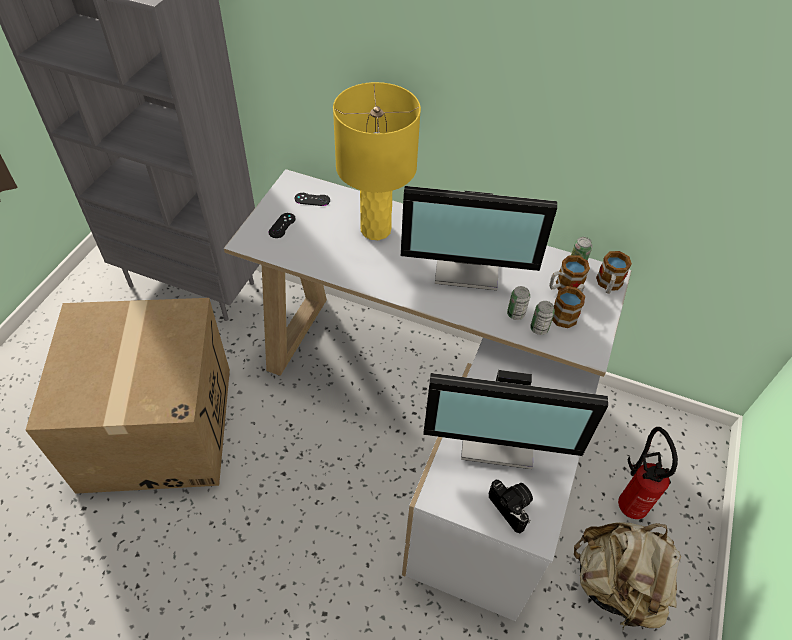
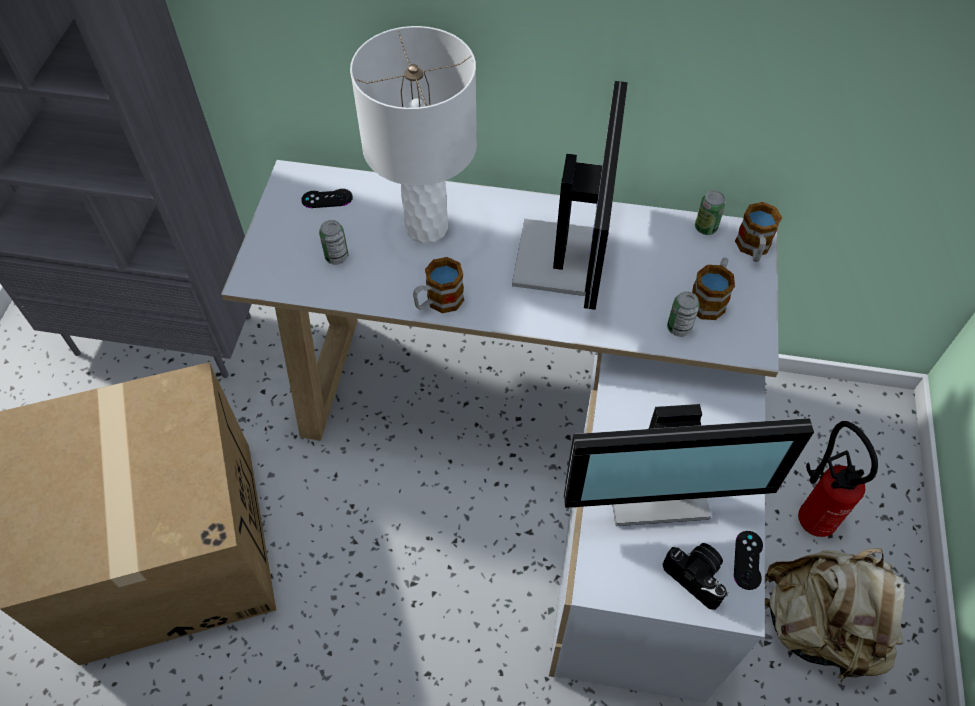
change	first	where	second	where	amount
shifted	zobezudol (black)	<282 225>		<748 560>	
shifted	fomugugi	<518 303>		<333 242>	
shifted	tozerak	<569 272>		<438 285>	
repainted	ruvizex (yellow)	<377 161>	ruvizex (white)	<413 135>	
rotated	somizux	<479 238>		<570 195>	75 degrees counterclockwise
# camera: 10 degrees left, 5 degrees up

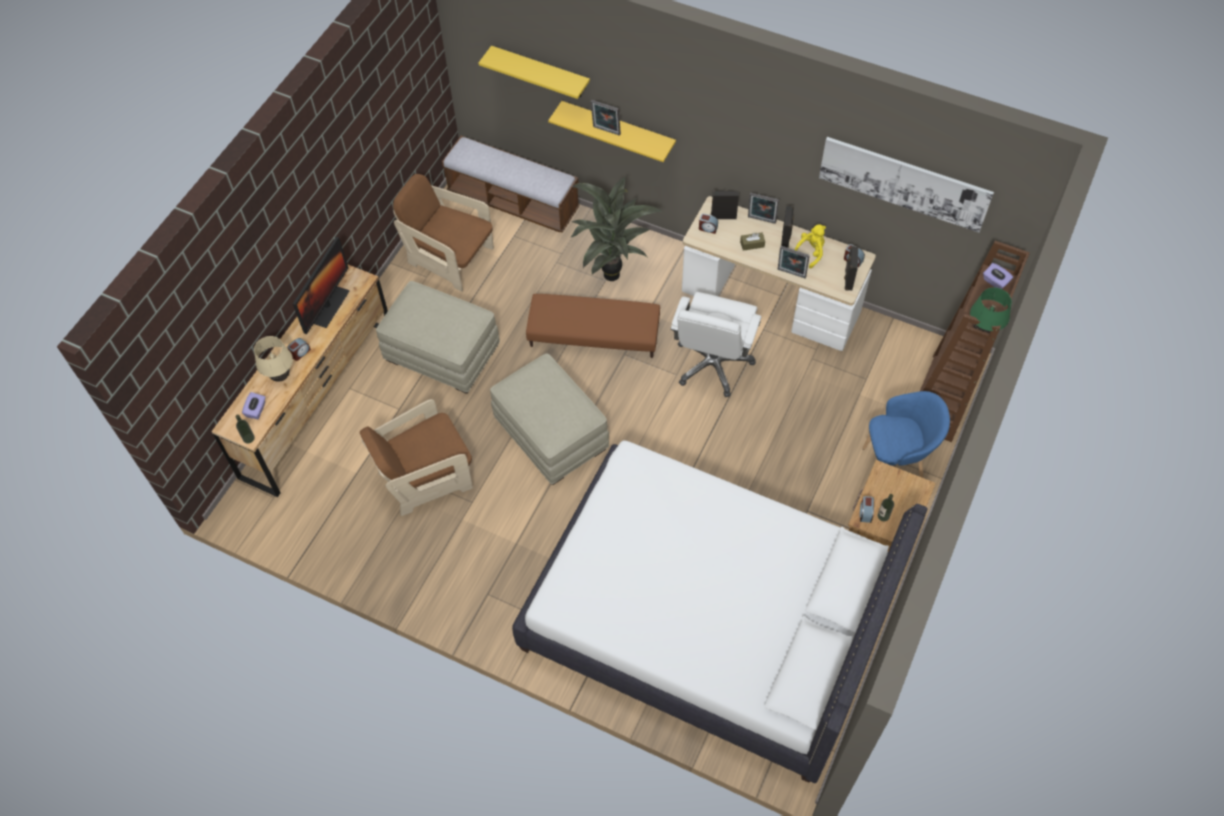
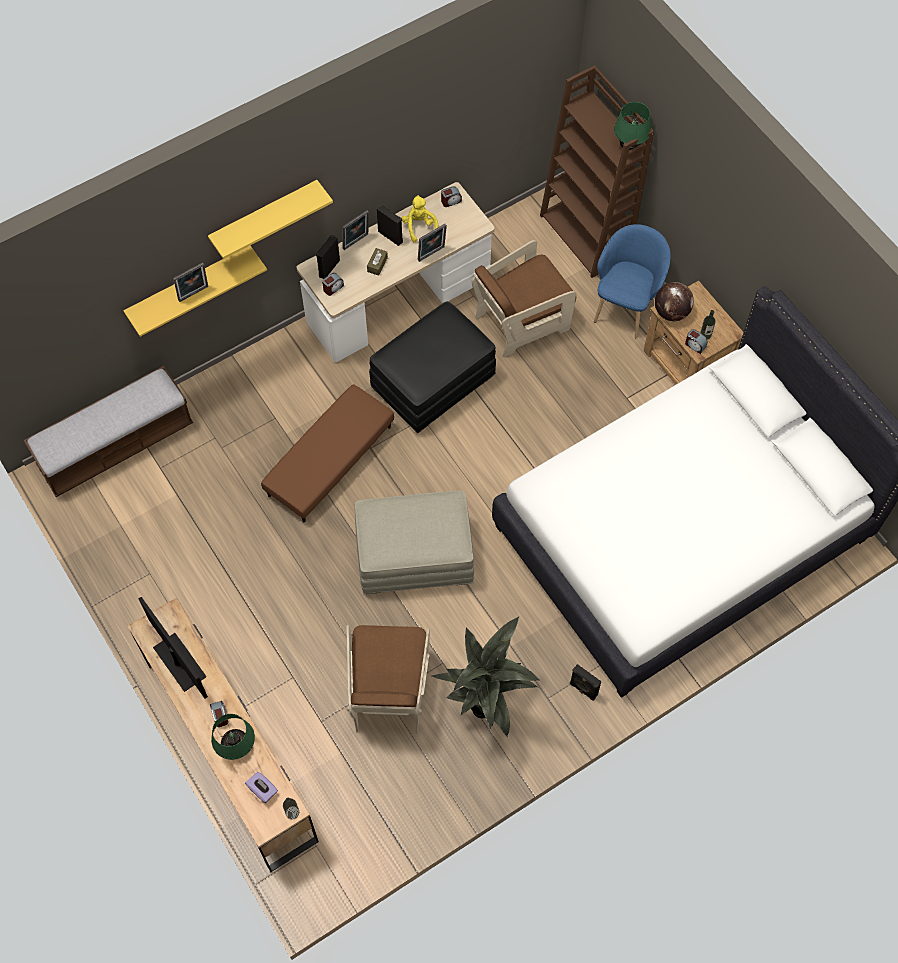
change	first	where	second	where	amount
gone	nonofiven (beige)	<438 337>			
gone	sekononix	<906 185>			
gone	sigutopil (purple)	<998 276>			
new			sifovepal	<674 301>	
shifted	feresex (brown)	<443 233>		<523 298>	
shifted	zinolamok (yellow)	<534 72>		<270 219>	
shifted	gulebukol	<617 228>		<485 676>	
shifted	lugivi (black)	<851 268>		<586 682>	
swapped	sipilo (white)	<716 344>	nonofiven (black)	<432 367>	
repainted	ruvizex (beige)	<273 359>	ruvizex (green)	<233 737>	
# camera: 60 degrees left, 5 degrees up

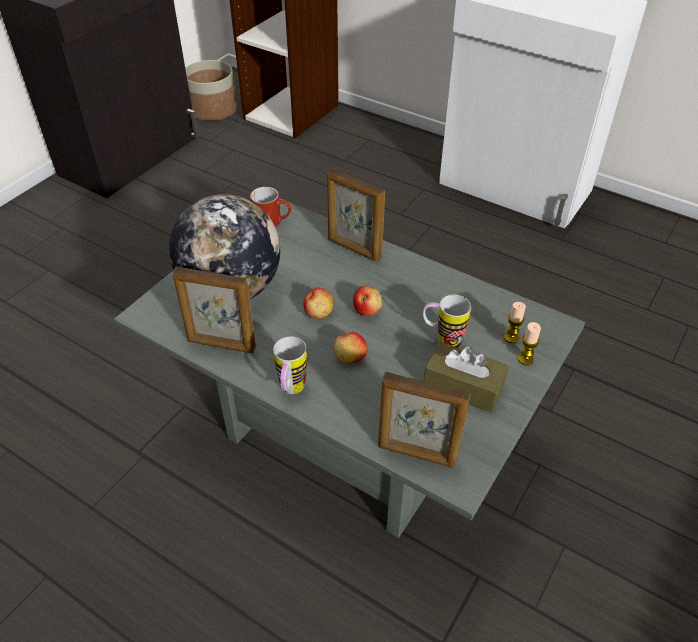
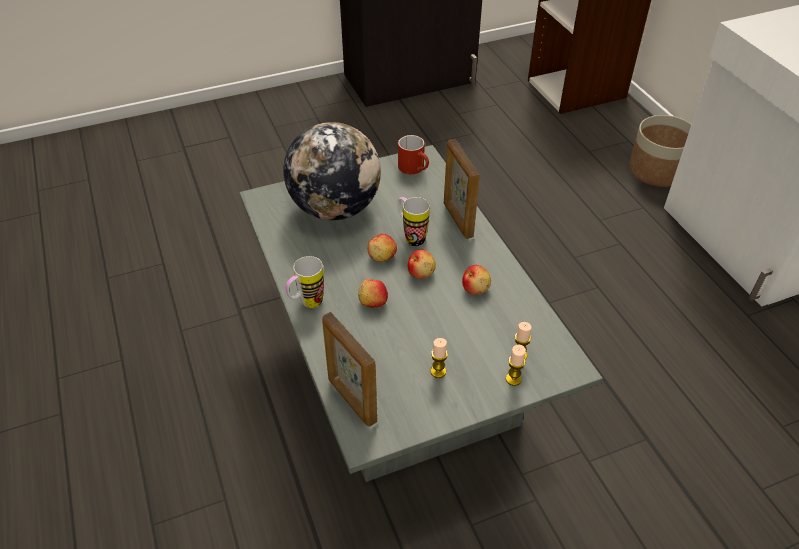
change	first	where	second	where	amount
gone	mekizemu	<214 309>			
new			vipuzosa	<476 280>	
shifted	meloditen	<211 90>		<660 151>	
shifted	tozerak	<447 321>		<413 221>	
swapped	sigutopil (brown)	<466 377>	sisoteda	<439 358>	
# camera: 35 degrees right, 0 degrees up

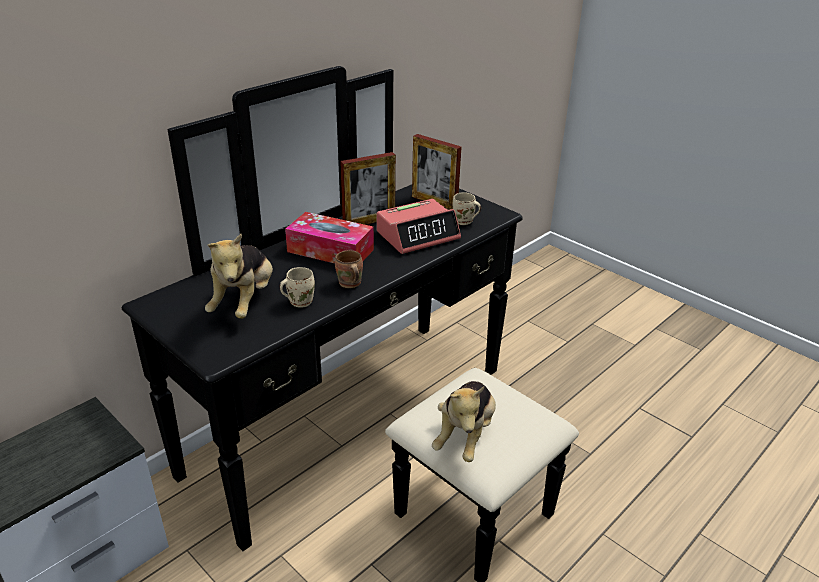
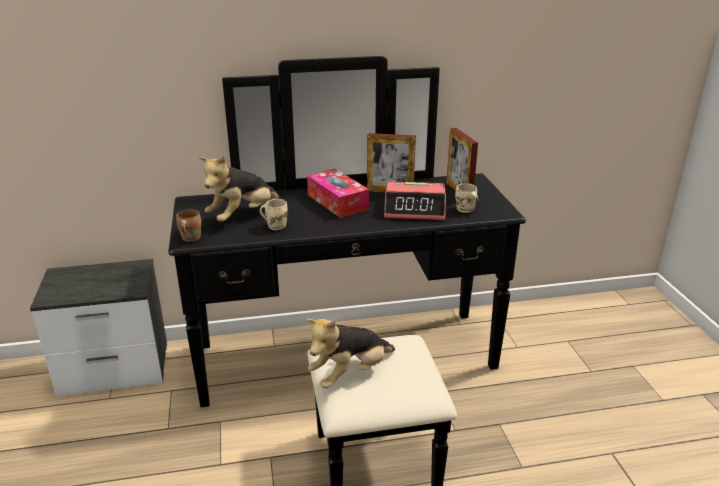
change	first	where	second	where	amount
shifted	tozerak (brown)	<349 269>		<188 225>	
# camera: 35 degrees right, 5 degrees down

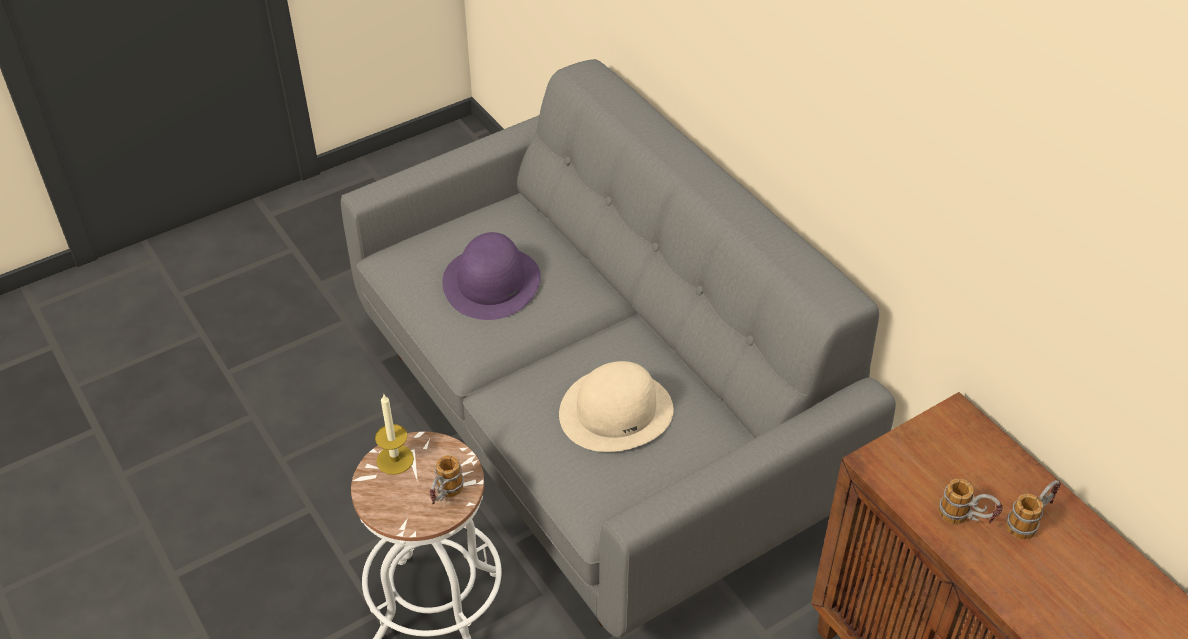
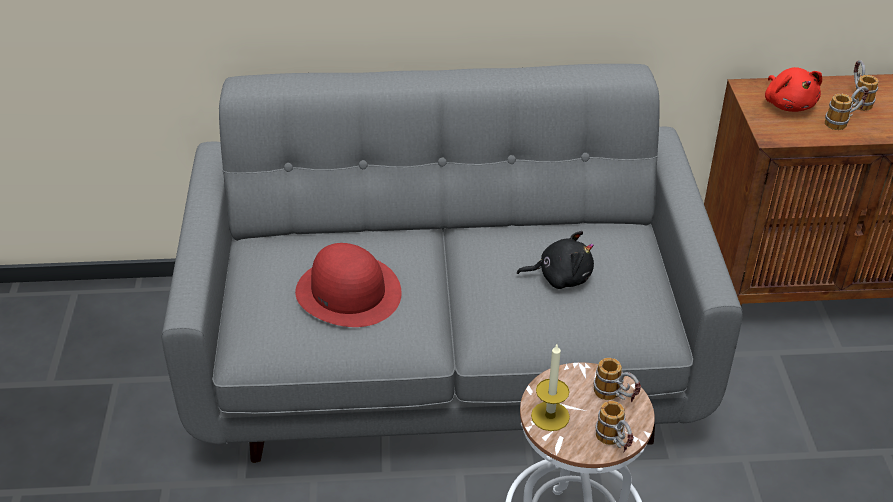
change	first	where	second	where	amount
new			tozerak	<614 427>	
new			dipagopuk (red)	<793 89>	
swapped	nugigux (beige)	<616 406>	dipagopuk (black)	<555 260>	
repainted	nugigux (purple)	<491 276>	nugigux (red)	<348 285>	
# camera: 60 degrees left, 5 degrees down

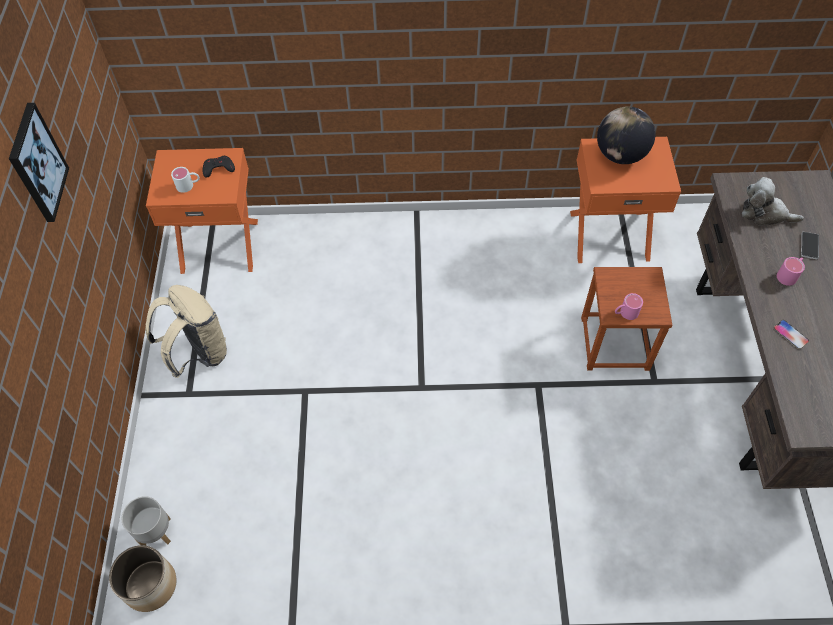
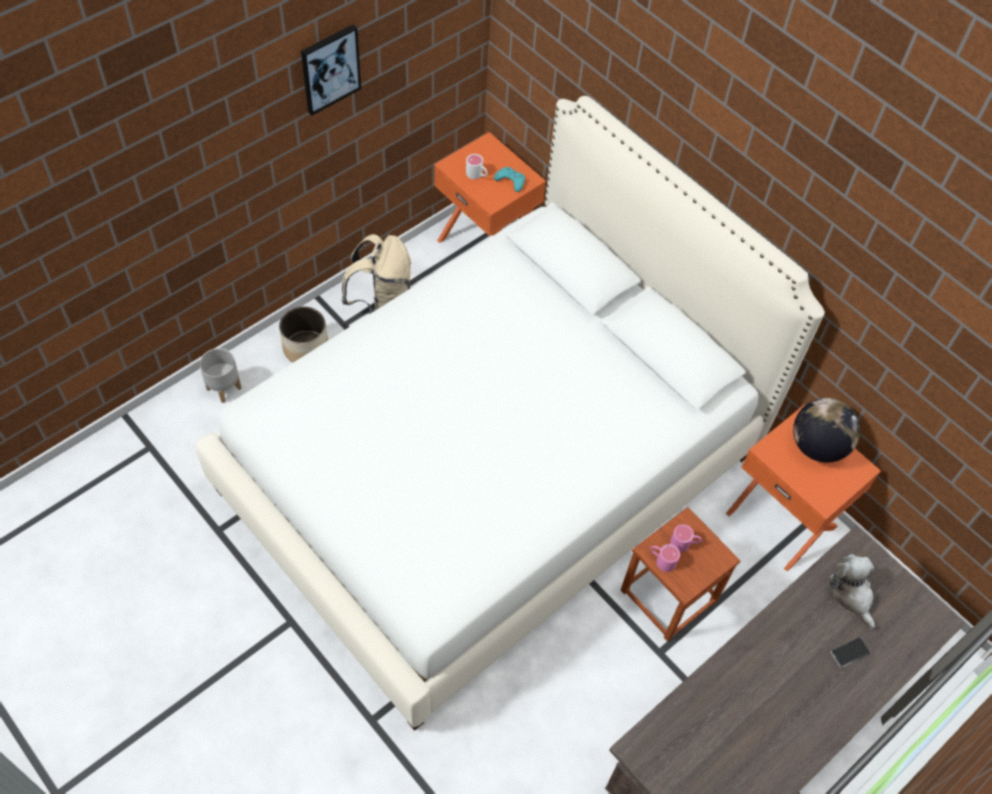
change	first	where	second	where	amount
gone	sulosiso	<791 334>			
new			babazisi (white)	<510 413>	
shifted	meloditen	<143 578>		<303 334>	
shifted	tozerak (pink)	<791 271>		<686 538>	
repainted	zobezudol (black)	<219 167>	zobezudol (turquoise)	<509 179>	
# camera: 45 degrees right, 0 degrees up

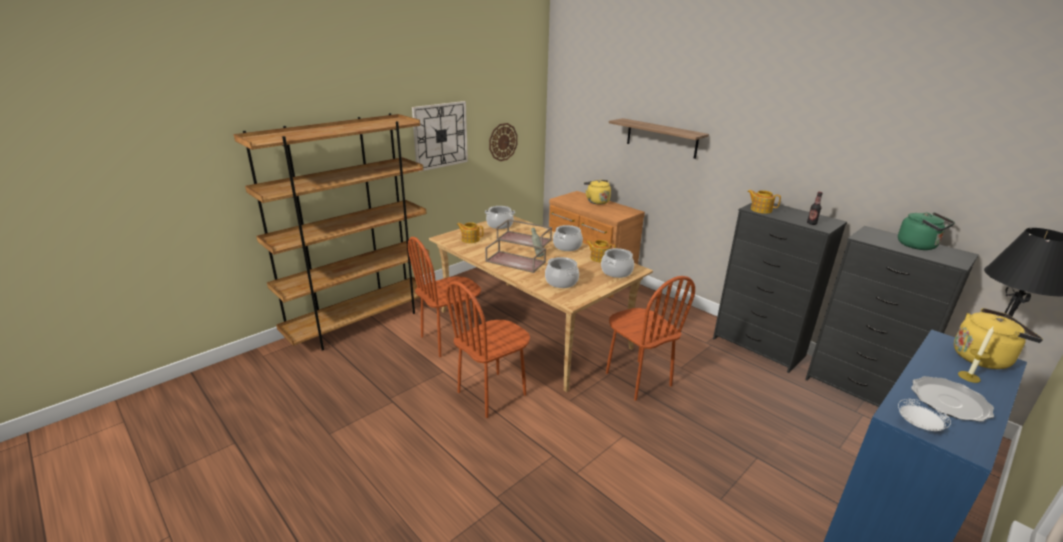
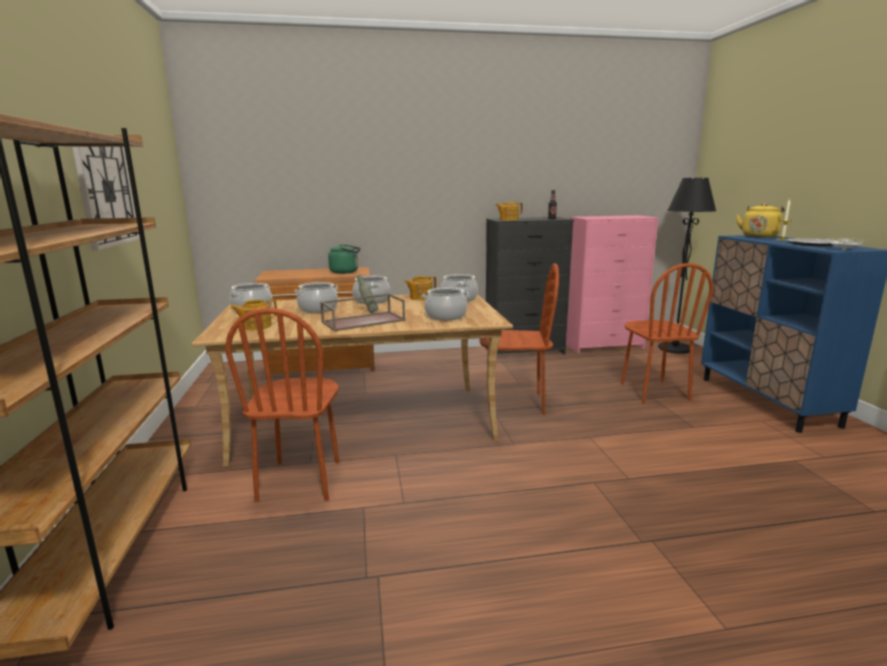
change	first	where	second	where	amount
gone	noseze	<503 142>			
gone	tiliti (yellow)	<597 192>			
gone	zinolamok	<659 138>			
shifted	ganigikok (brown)	<488 349>		<667 333>	
shifted	tiliti (green)	<926 231>		<344 259>	
swapped	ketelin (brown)	<524 233>	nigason	<316 297>	
repainted	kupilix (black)	<892 316>	kupilix (pink)	<612 284>	
# camera: 55 degrees left, 10 degrees down

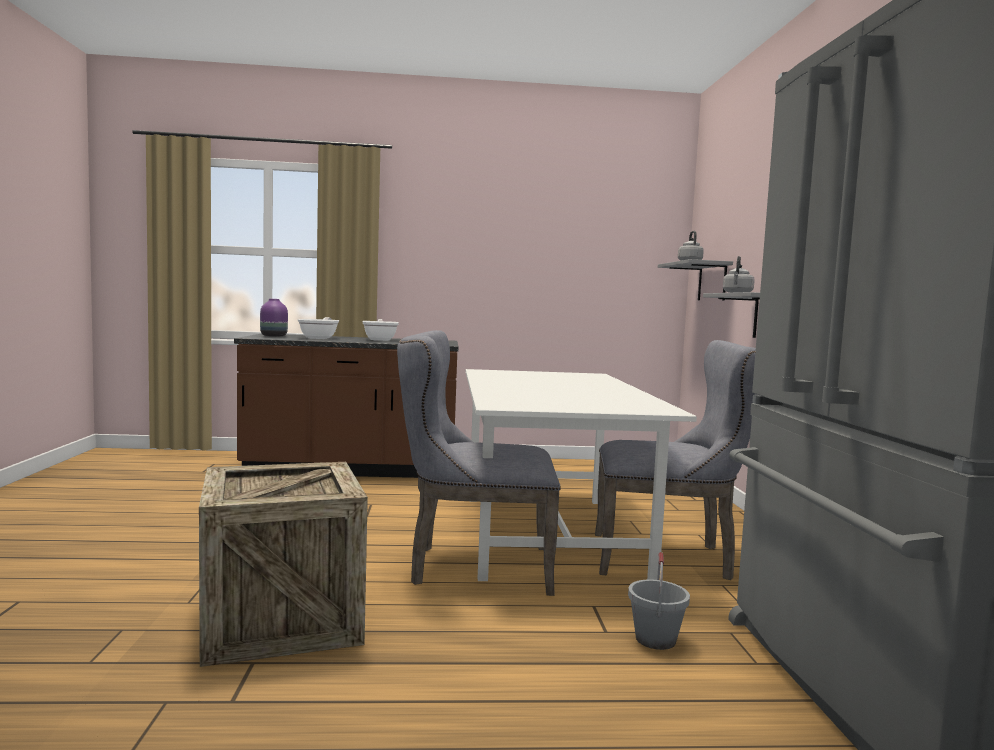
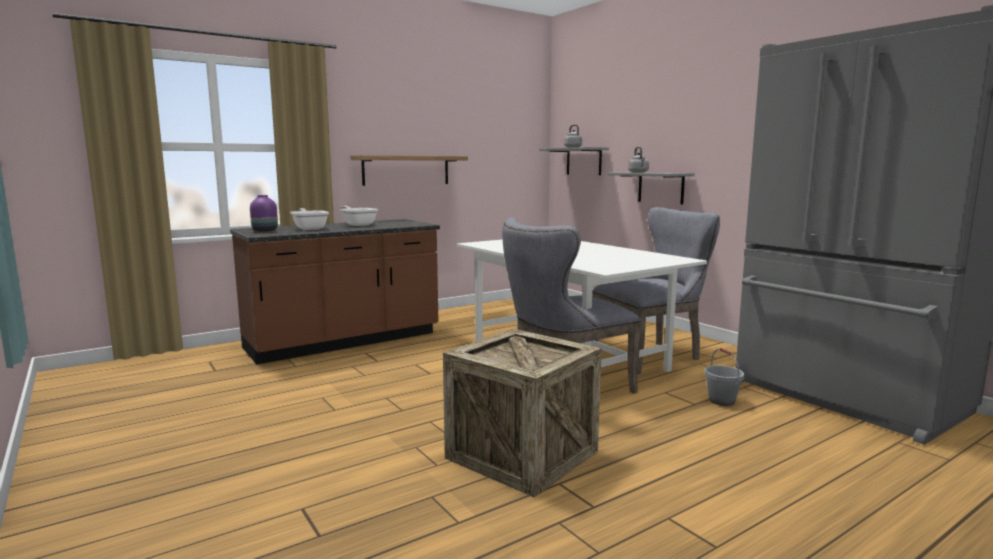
change	first	where	second	where	amount
new			zinolamok	<409 170>	
# camera: 30 degrees left, 5 degrees up

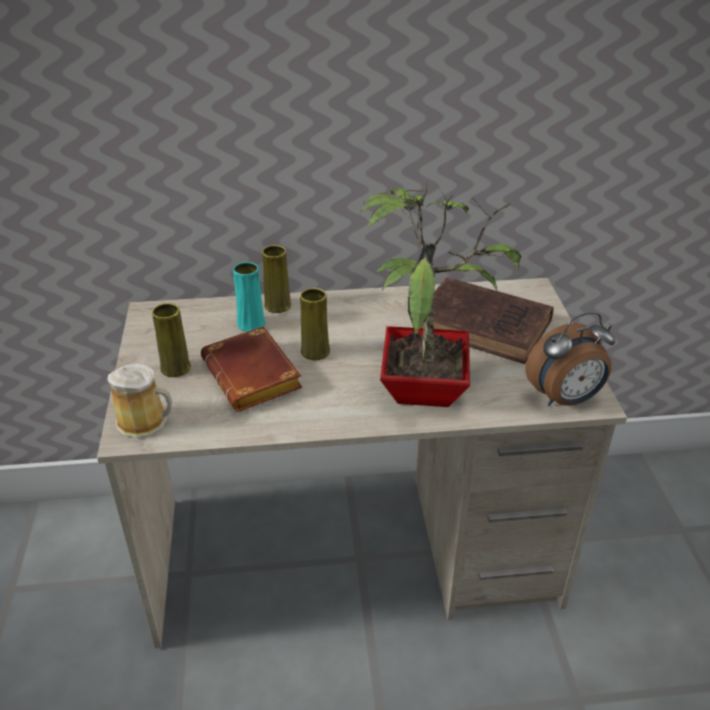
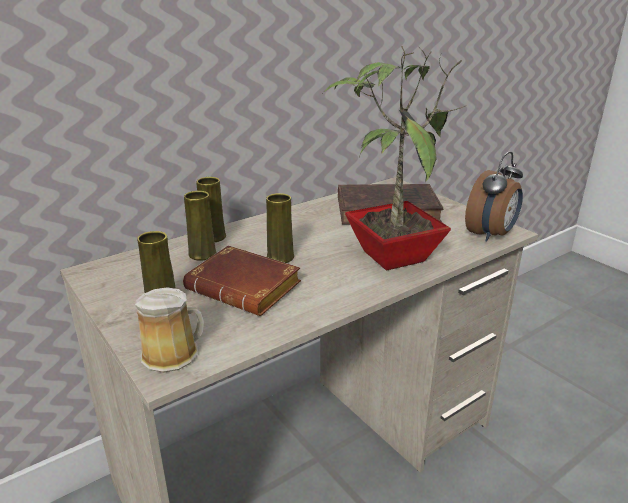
change	first	where	second	where	amount
repainted	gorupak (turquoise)	<249 297>	gorupak (yellow)	<200 226>	
# camera: 30 degrees left, 10 degrees down

